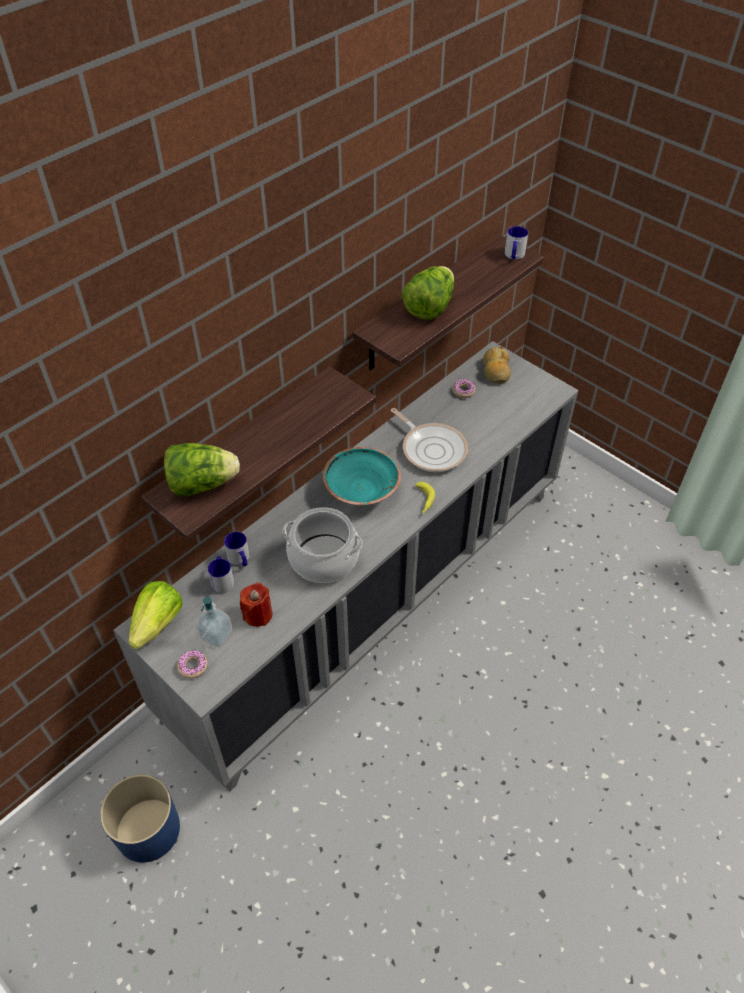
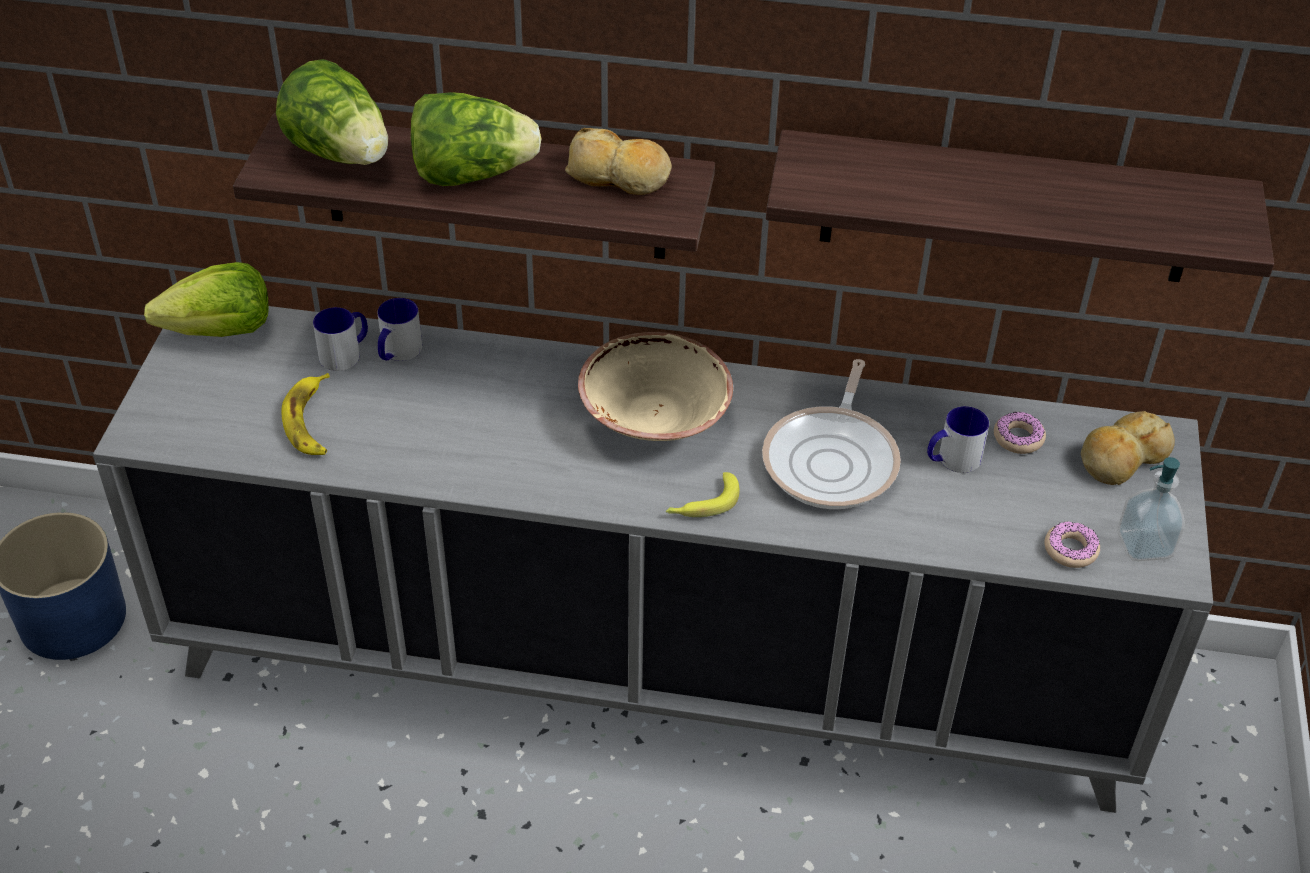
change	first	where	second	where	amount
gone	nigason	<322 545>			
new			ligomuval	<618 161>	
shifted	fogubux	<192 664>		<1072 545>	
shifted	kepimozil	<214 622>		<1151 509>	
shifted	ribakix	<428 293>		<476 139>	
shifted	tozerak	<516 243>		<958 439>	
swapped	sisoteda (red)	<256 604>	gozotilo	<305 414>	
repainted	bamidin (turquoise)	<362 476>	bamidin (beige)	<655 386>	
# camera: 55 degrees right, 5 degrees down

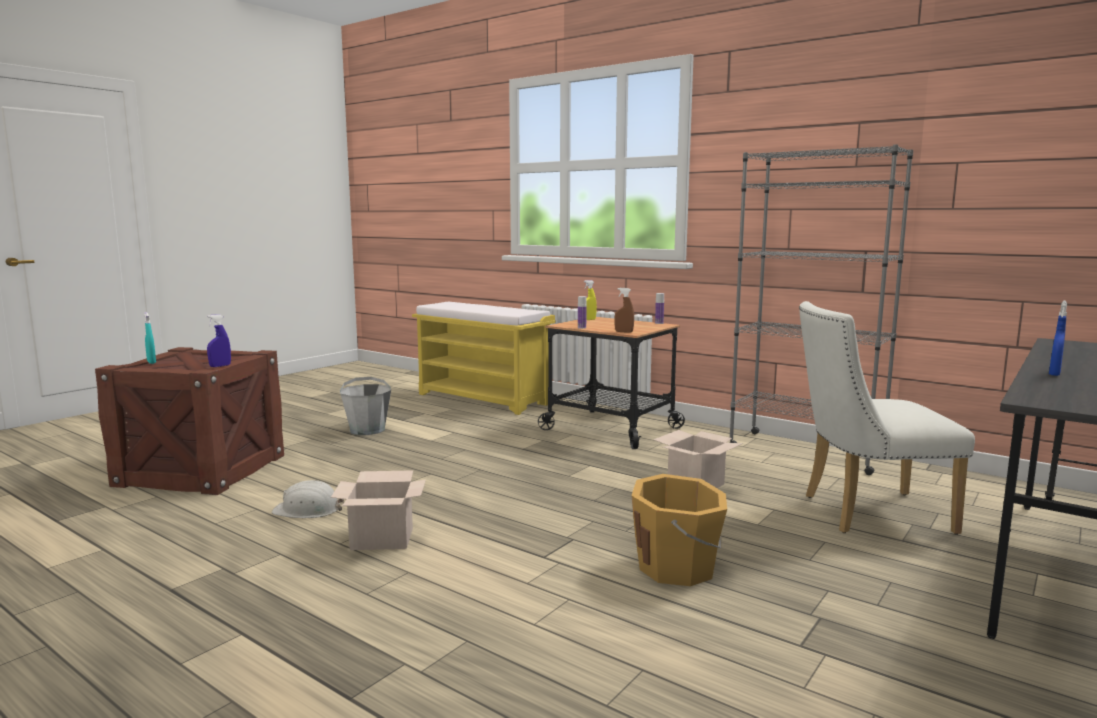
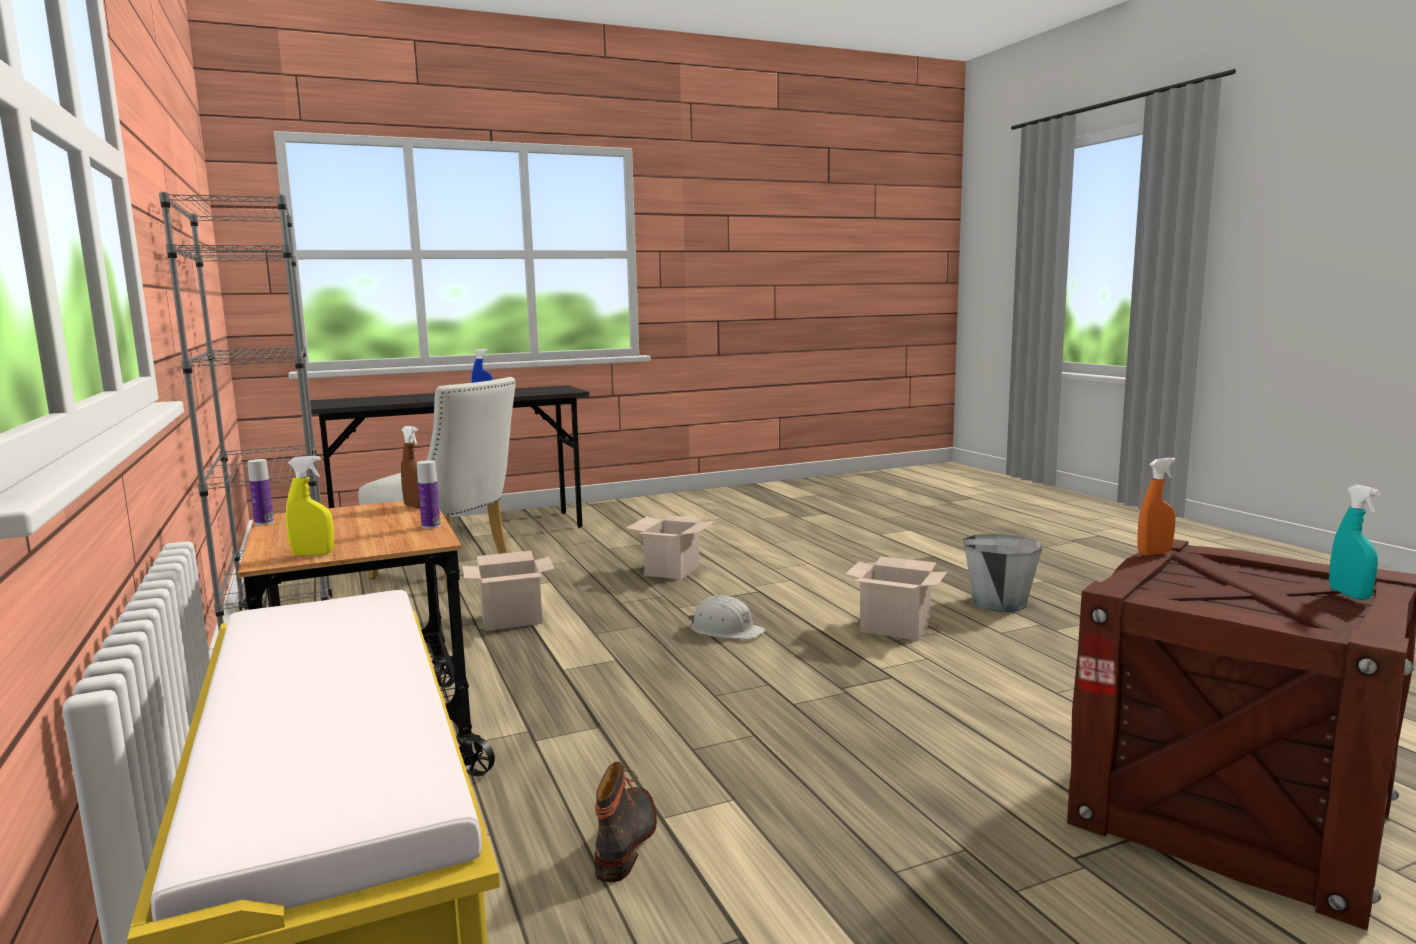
change	first	where	second	where	amount
new			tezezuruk	<626 822>	
shifted	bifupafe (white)	<307 499>		<726 617>	
shifted	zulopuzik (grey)	<365 406>		<1002 572>	
swapped	zulopuzik (orange)	<679 530>	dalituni	<670 547>	
repainted	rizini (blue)	<219 340>	rizini (orange)	<1156 507>	
# camera: 150 degrees left, 0 degrees up

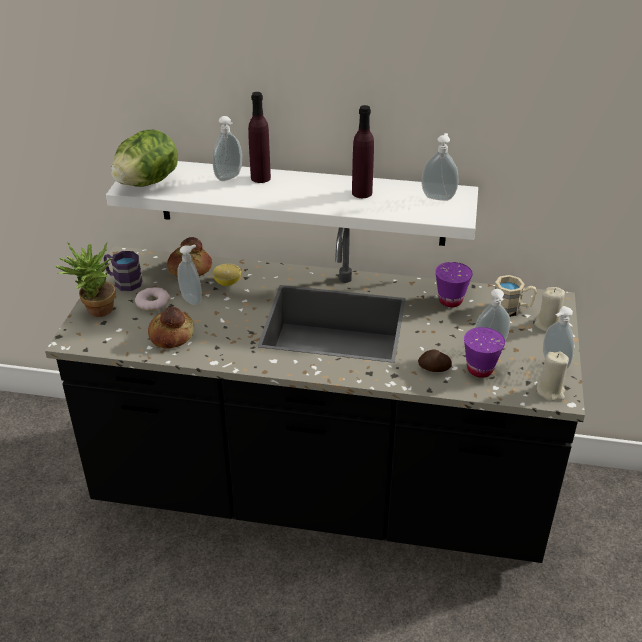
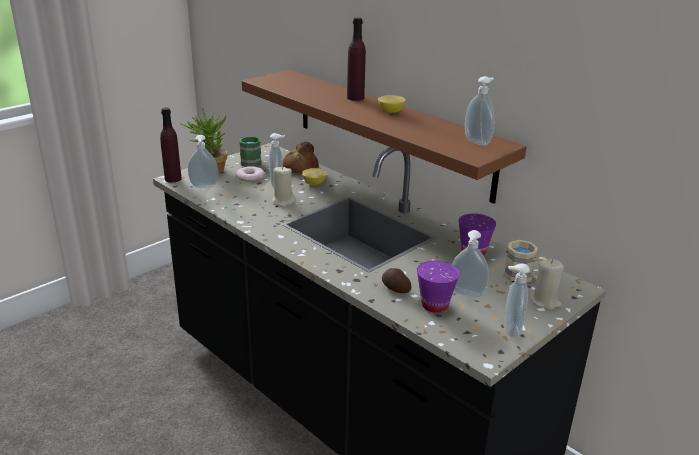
change	first	where	second	where	amount
gone	ribakix	<144 158>			
gone	ligomuval	<171 328>			
new			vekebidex	<392 104>	
shifted	kepimozil	<227 148>		<203 161>	
shifted	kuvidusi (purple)	<363 151>		<171 145>	
shifted	sisoteda (beige)	<553 376>		<283 186>	
repainted	tozerak (purple)	<123 271>	tozerak (green)	<250 151>	
repainted	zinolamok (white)	<292 203>	zinolamok (brown)	<384 137>	
# camera: 35 degrees right, 10 degrees down

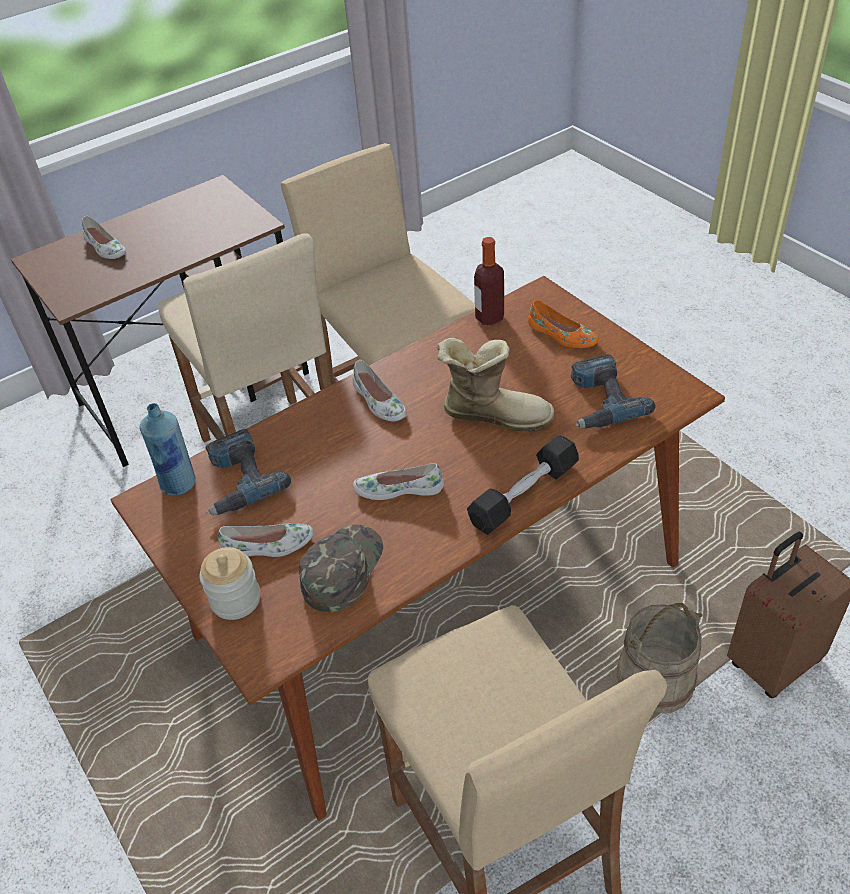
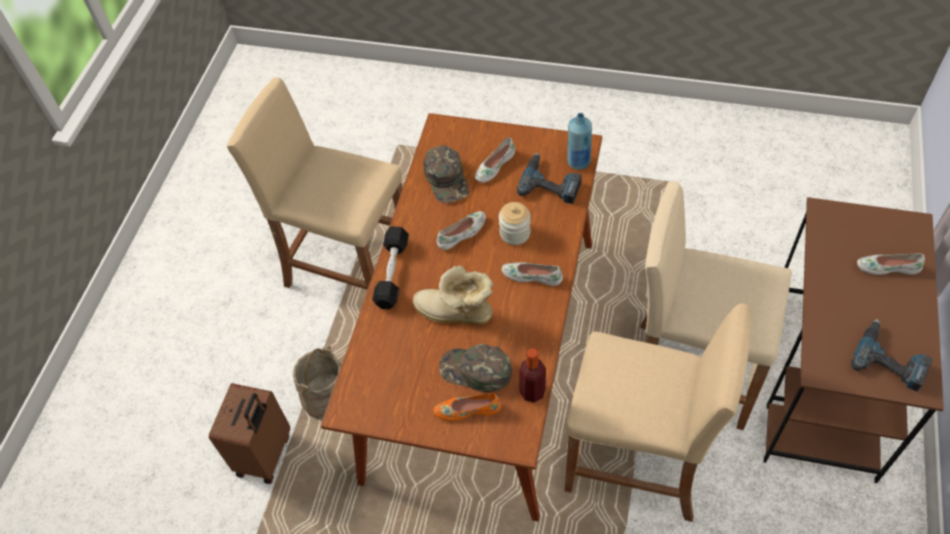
change	first	where	second	where	amount
new			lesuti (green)	<475 368>	
shifted	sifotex	<230 583>		<515 223>	
shifted	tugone	<613 391>		<892 355>	
rotated	tezezuruk	<496 384>		<453 295>	45 degrees clockwise
# camera: 140 degrees right, 10 degrees up

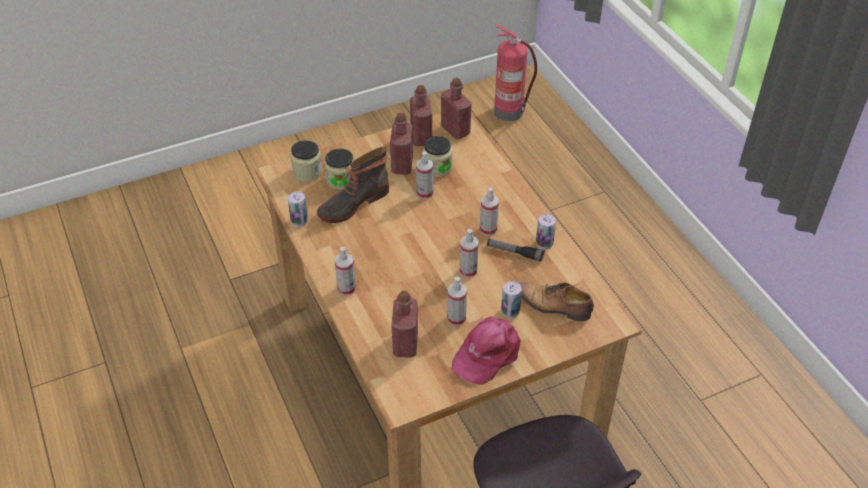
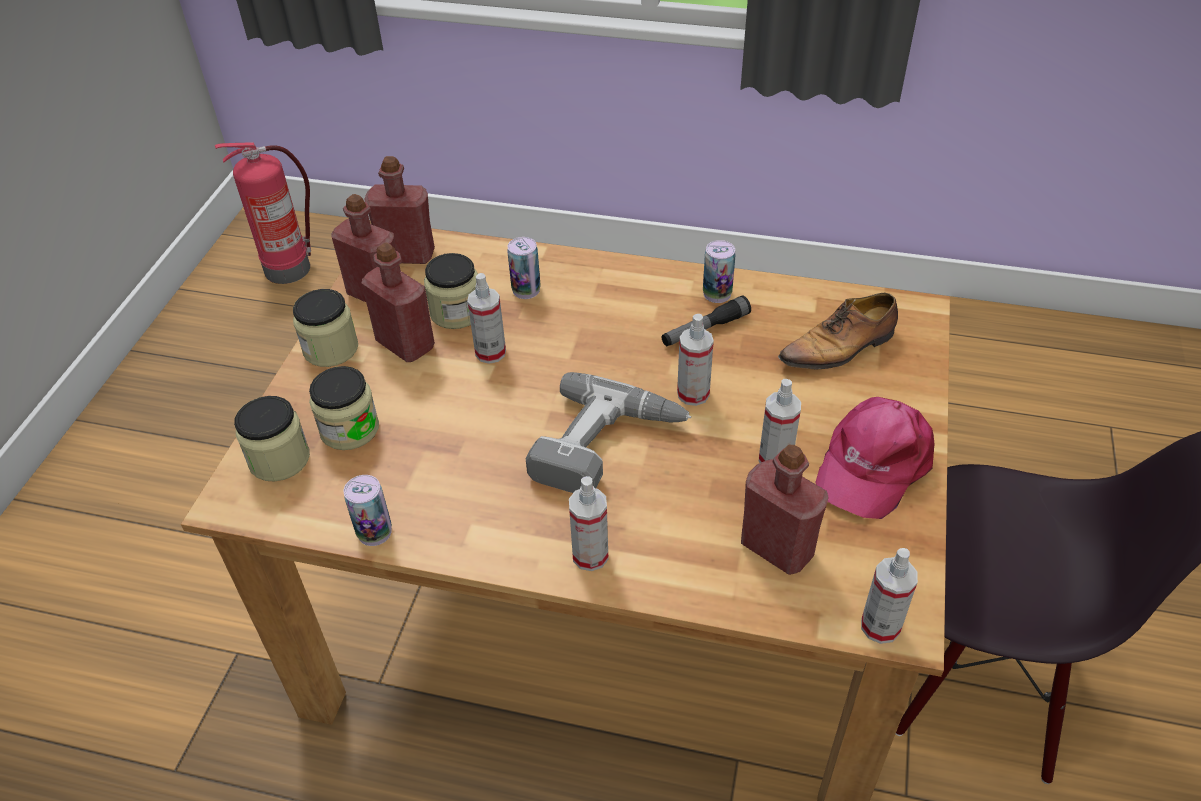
change	first	where	second	where	amount
gone	tezezuruk	<353 185>			
new			sifotex	<325 328>	
new			tugone	<608 432>	
shifted	rizini	<489 212>		<889 596>	
shifted	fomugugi	<511 300>		<524 268>	
rotated	lesuti (pink)	<486 350>		<874 458>	45 degrees clockwise
# camera: 50 degrees left, 0 degrees up

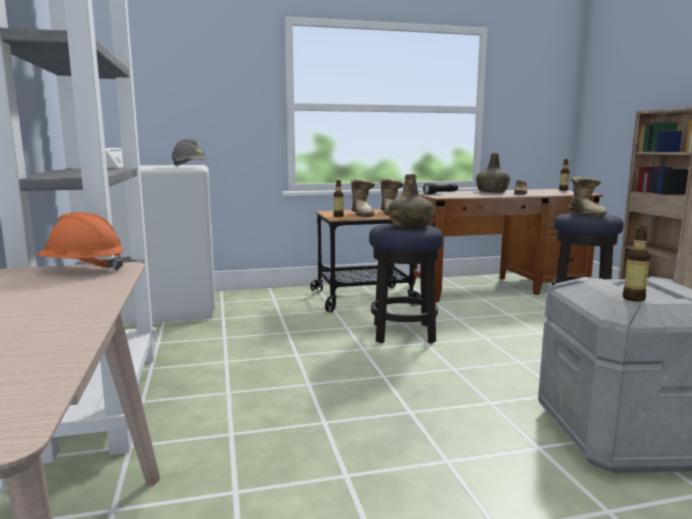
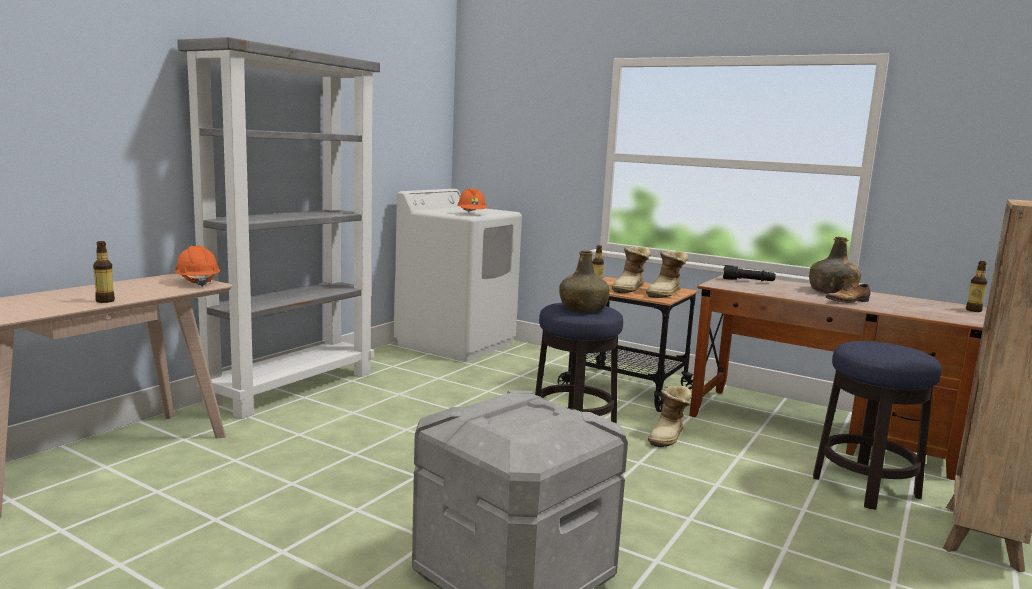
change	first	where	second	where	amount
shifted	tezezuruk	<588 197>		<670 416>	
shifted	kuvidusi	<636 264>		<104 272>	
repainted	bifupafe (grey)	<190 153>	bifupafe (orange)	<472 200>	
# camera: 45 degrees right, 0 degrees up

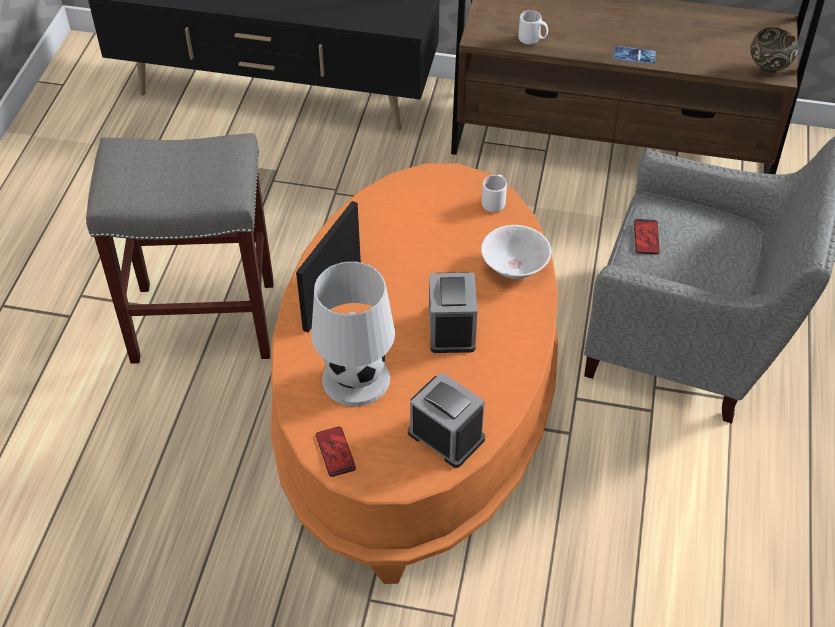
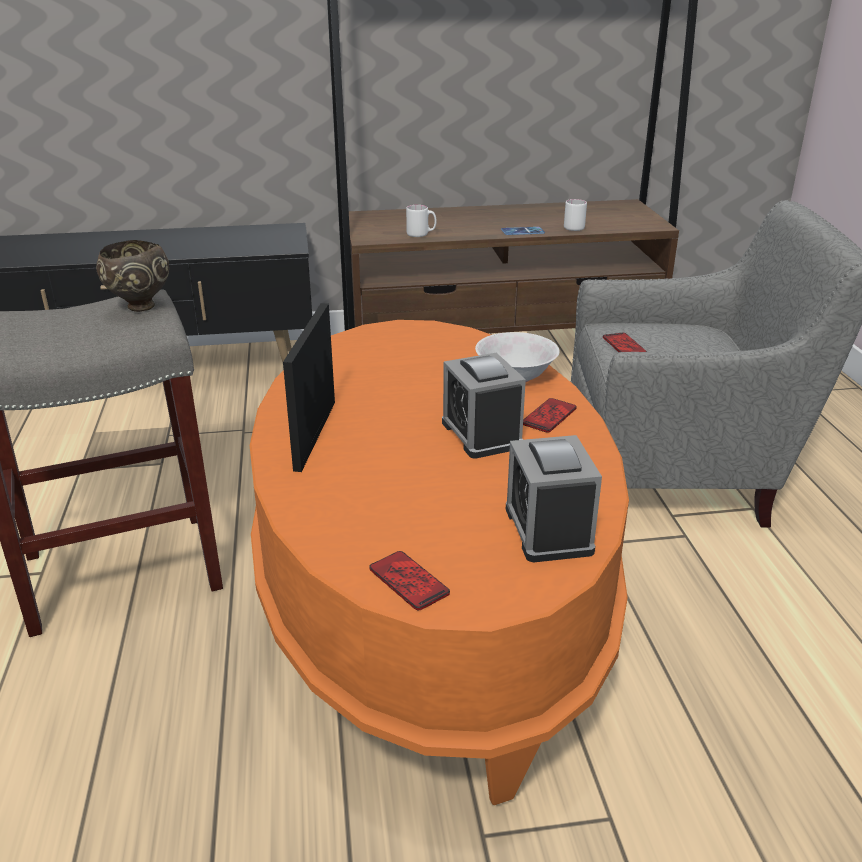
change	first	where	second	where	amount
gone	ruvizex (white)	<353 333>			
new			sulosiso	<550 415>	
shifted	tozerak (white)	<494 193>		<575 215>	
shifted	bamidin (brown)	<774 52>		<132 276>	
rotated	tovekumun	<446 420>		<554 499>	120 degrees counterclockwise
# camera: 20 degrees left, 20 degrees down

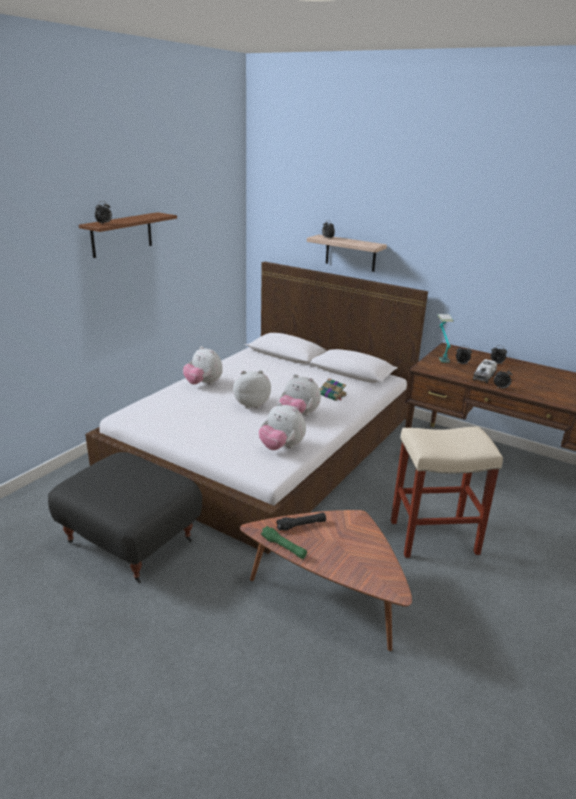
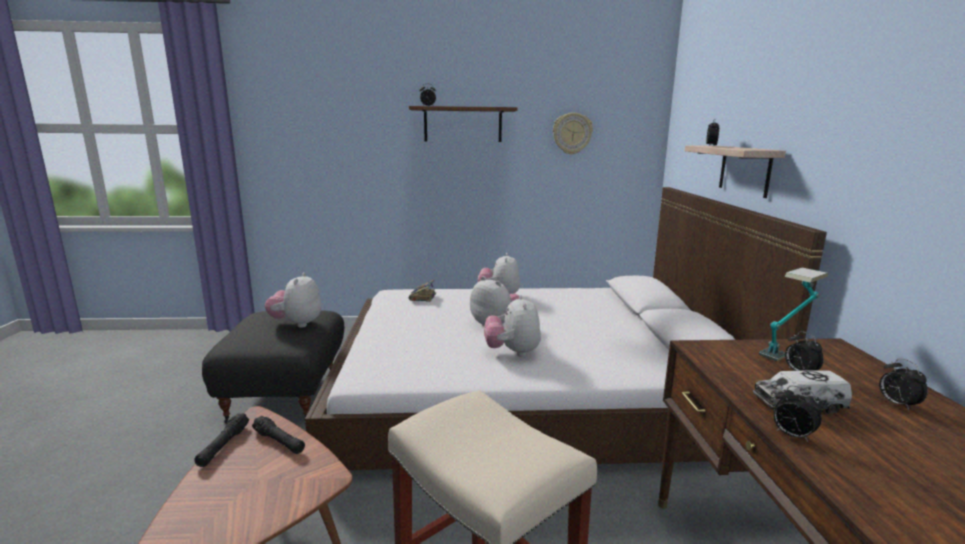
change	first	where	second	where	amount
new			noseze	<573 134>	
shifted	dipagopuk	<282 426>		<293 300>	
shifted	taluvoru	<333 389>		<422 291>	
repainted	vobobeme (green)	<284 542>	vobobeme (black)	<221 440>	
# camera: 55 degrees right, 10 degrees down

